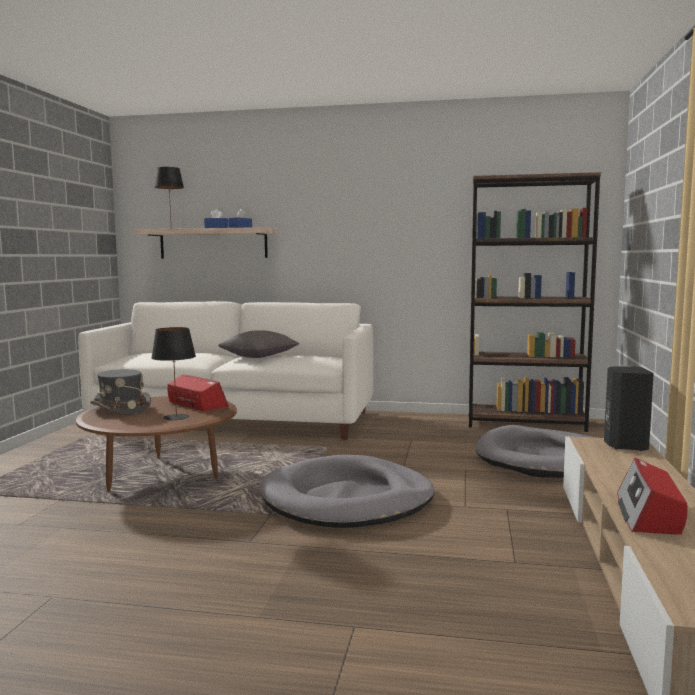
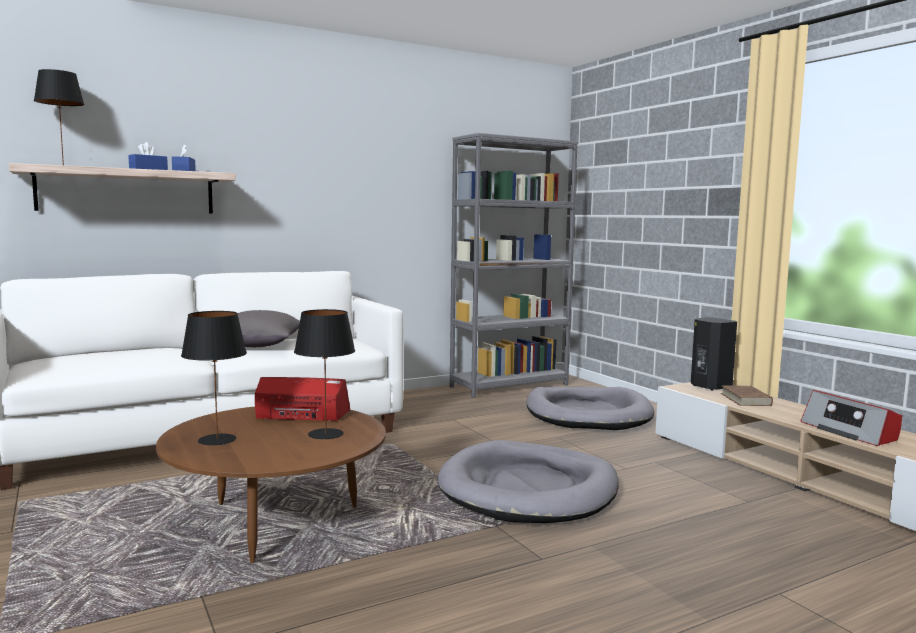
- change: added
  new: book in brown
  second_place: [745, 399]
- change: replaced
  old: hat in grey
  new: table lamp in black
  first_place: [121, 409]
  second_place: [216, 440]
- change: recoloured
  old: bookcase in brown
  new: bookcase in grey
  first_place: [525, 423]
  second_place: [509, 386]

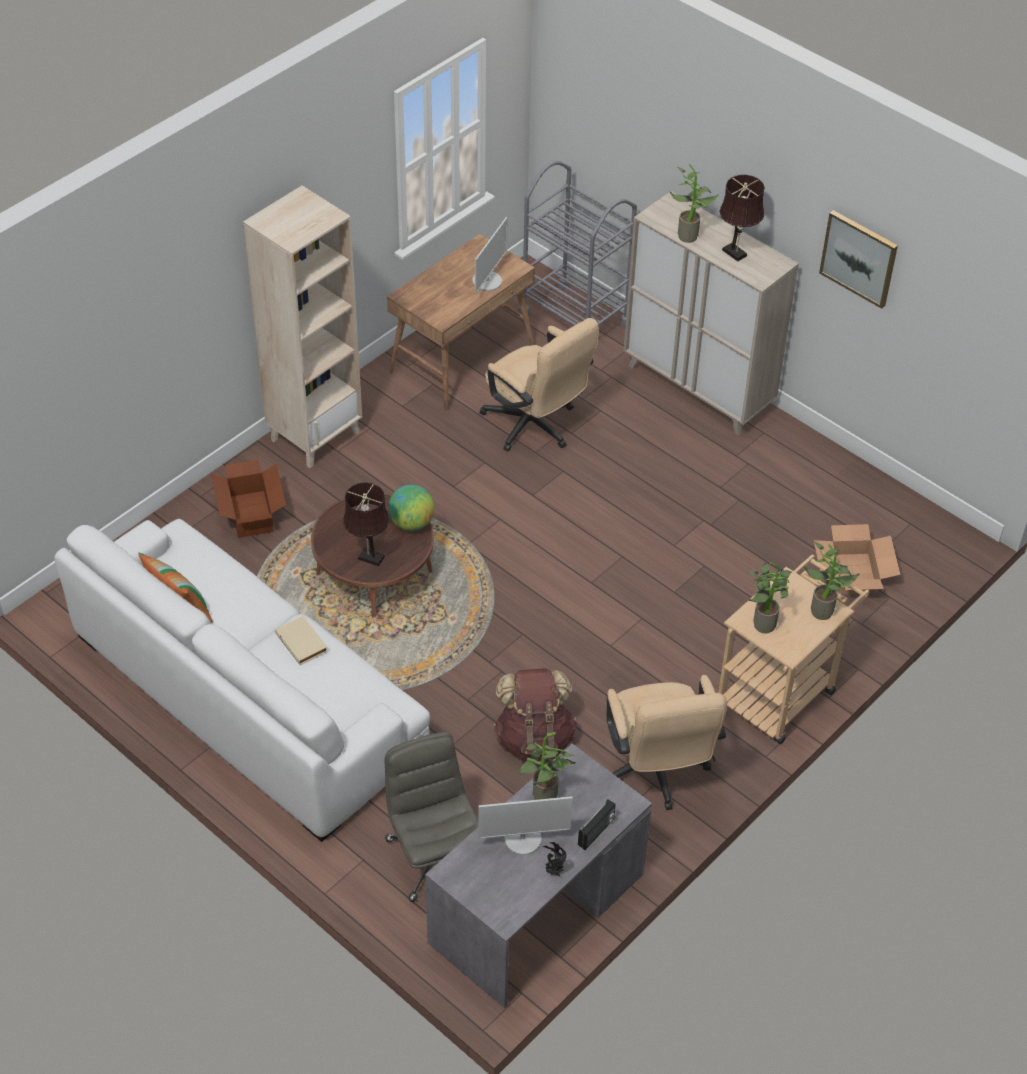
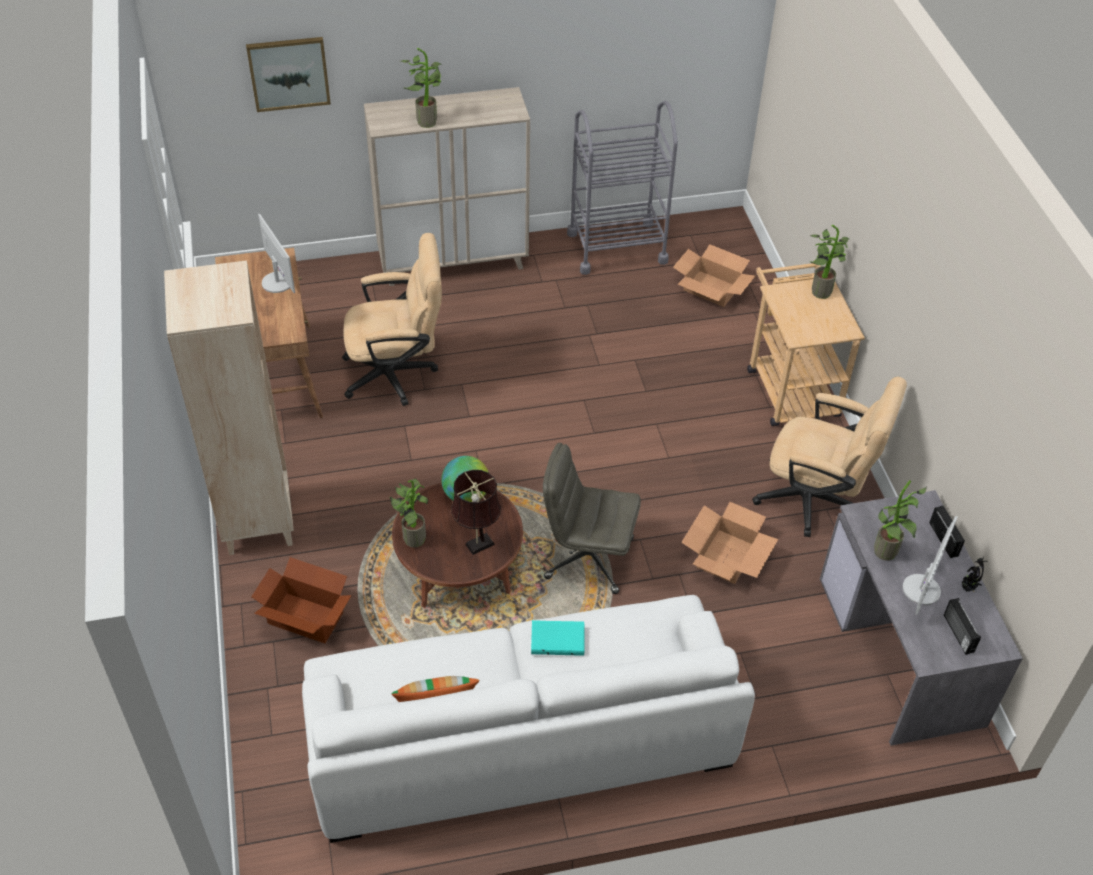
- change: removed
  old: table lamp in brown
  first_place: [736, 254]
- change: added
  new: radio
  second_place: [957, 634]
- change: moved
  old: office chair in grey
  first_place: [435, 857]
  second_place: [587, 557]
- change: moved
  old: cart in grey
  first_place: [574, 319]
  second_place: [616, 247]
- change: moved
  old: potted plant
  first_place: [764, 622]
  second_place: [411, 537]
- change: moved
  old: picture
  first_place: [859, 258]
  second_place: [289, 73]
- change: replaced
  old: backpack in brown
  new: cardboard box
  first_place: [534, 738]
  second_place: [726, 556]
- change: recoloured
  old: book in beige
  new: book in turquoise
  first_place: [302, 642]
  second_place: [558, 639]

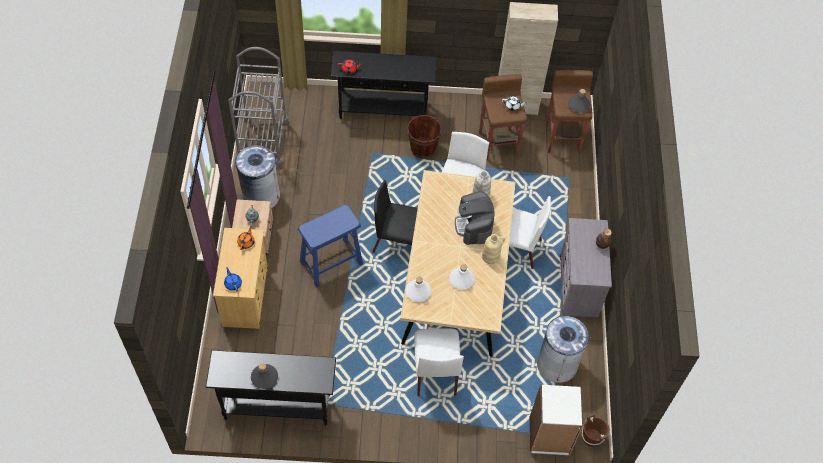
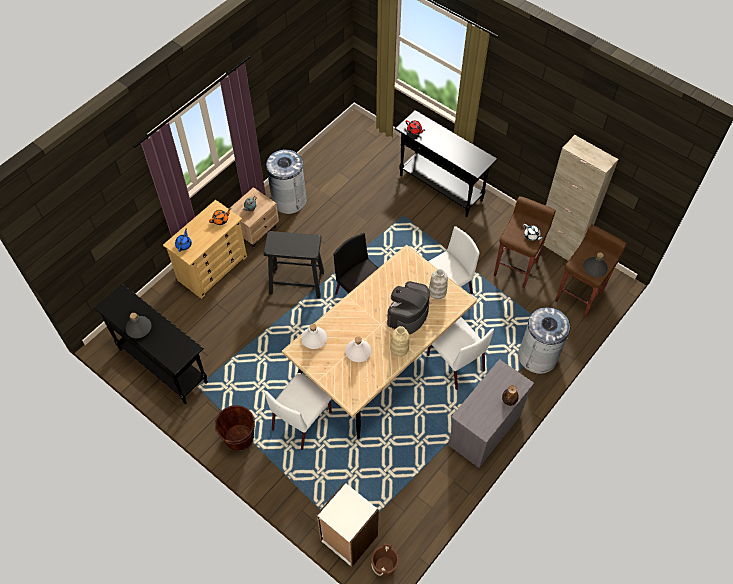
- change: removed
  old: cart in grey
  first_place: [262, 141]
- change: moved
  old: bucket in brown
  first_place: [423, 148]
  second_place: [239, 438]
- change: moved
  old: trash can in grey
  first_place: [557, 364]
  second_place: [538, 356]
- change: recoloured
  old: stool in blue
  new: stool in black
  first_place: [331, 262]
  second_place: [296, 282]

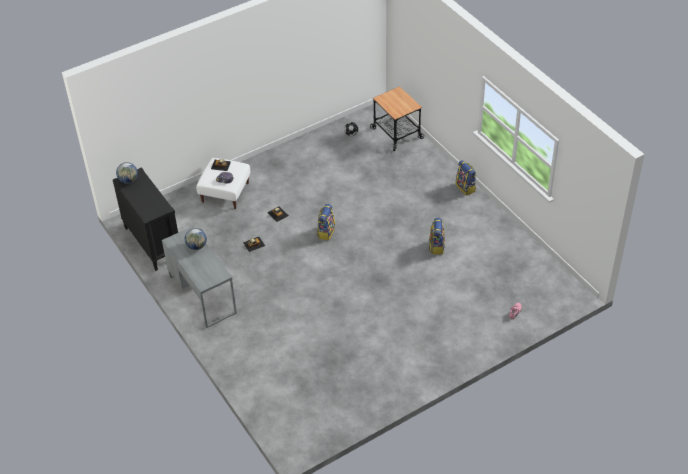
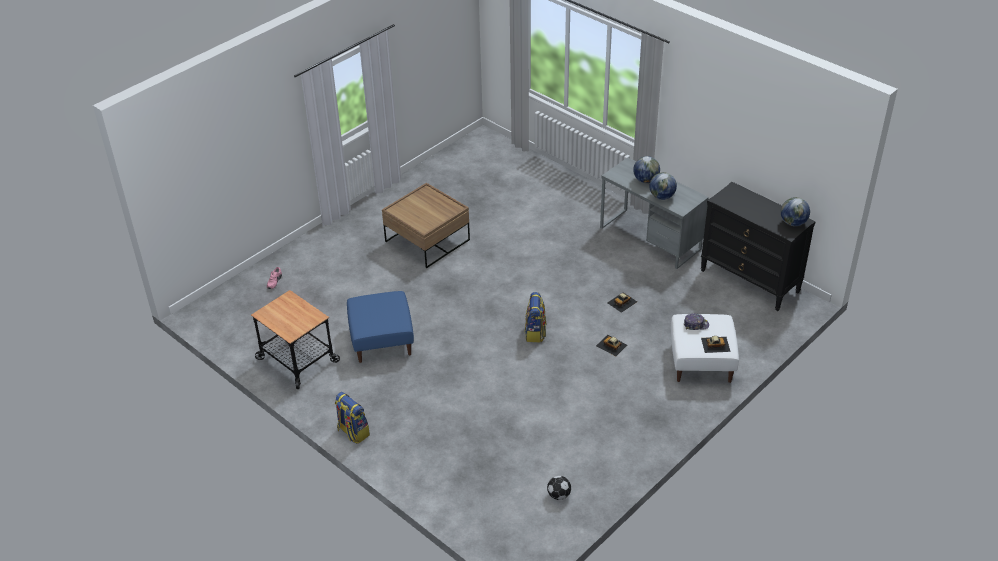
- change: added
  new: coffee table in brown
  second_place: [427, 241]
- change: added
  new: globe
  second_place: [645, 180]
- change: moved
  old: cart
  first_place: [397, 133]
  second_place: [297, 360]
- change: replaced
  old: backpack
  new: ottoman in blue
  first_place: [436, 246]
  second_place: [382, 340]

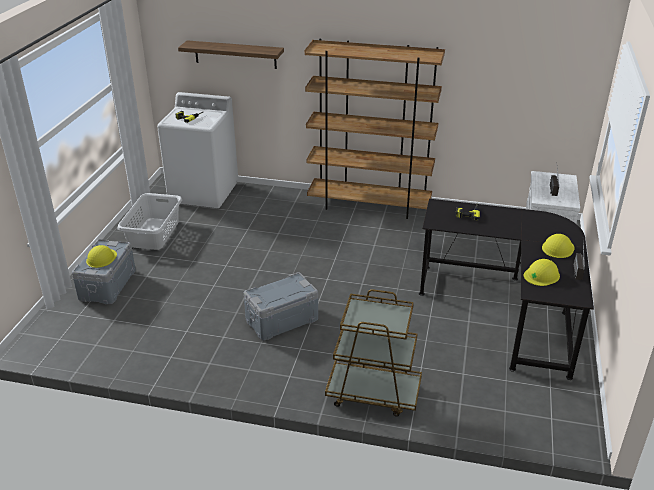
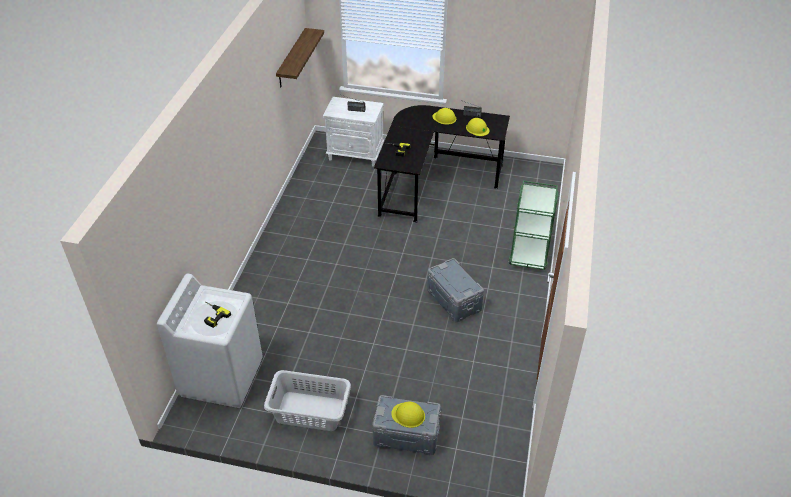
- change: removed
  old: bookcase in brown
  first_place: [369, 205]
- change: moved
  old: shelf
  first_place: [235, 54]
  second_place: [291, 58]
- change: recoloured
  old: cart in brown
  new: cart in green
  first_place: [373, 393]
  second_place: [529, 251]

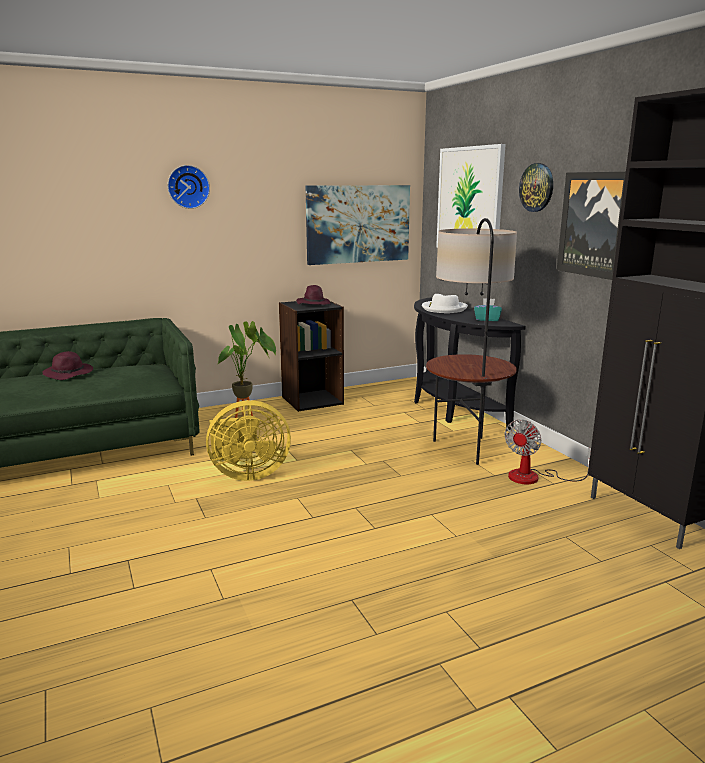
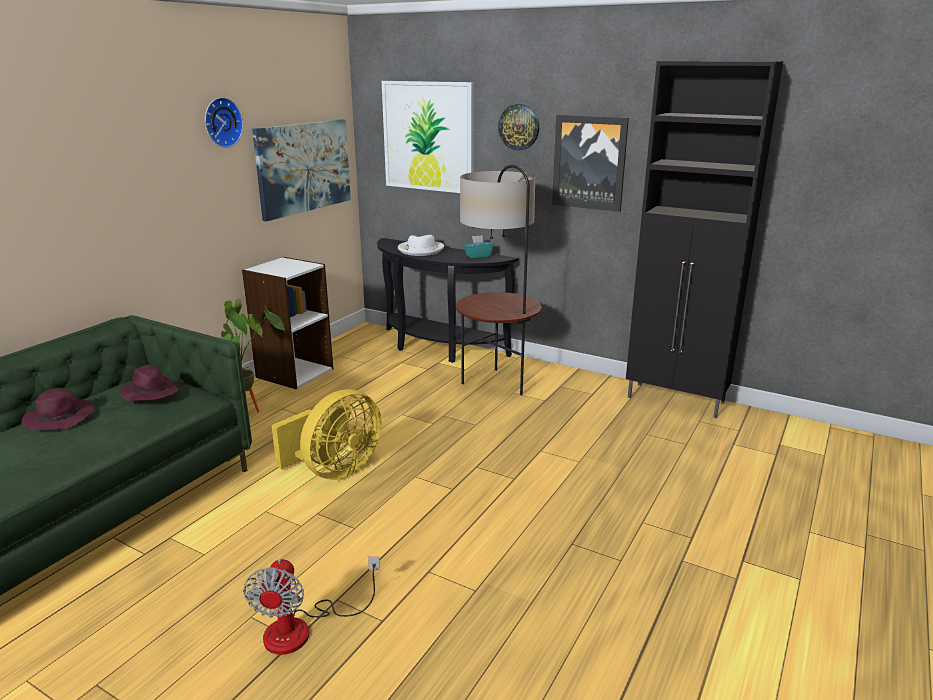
- change: moved
  old: wall clock
  first_place: [188, 187]
  second_place: [221, 122]
- change: moved
  old: hat in purple
  first_place: [313, 304]
  second_place: [150, 393]
- change: moved
  old: fan
  first_place: [534, 477]
  second_place: [303, 629]
- change: recoloured
  old: bookcase in black
  new: bookcase in white
  first_place: [312, 400]
  second_place: [294, 373]

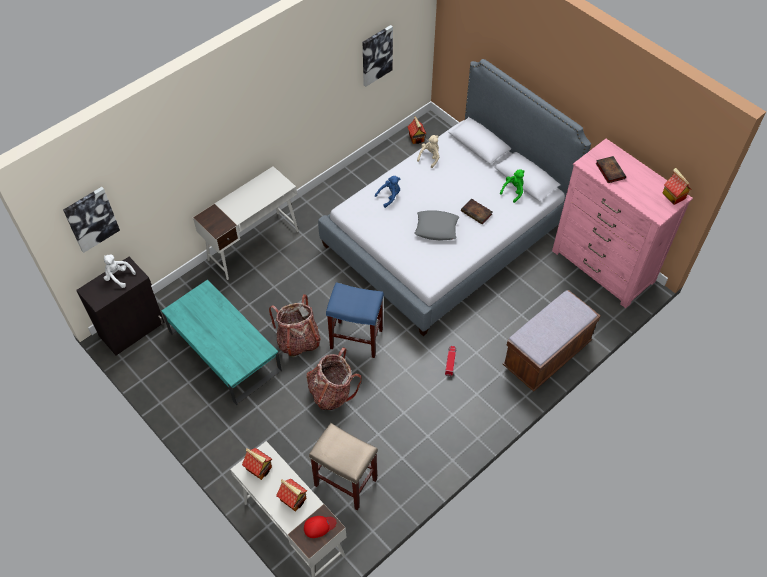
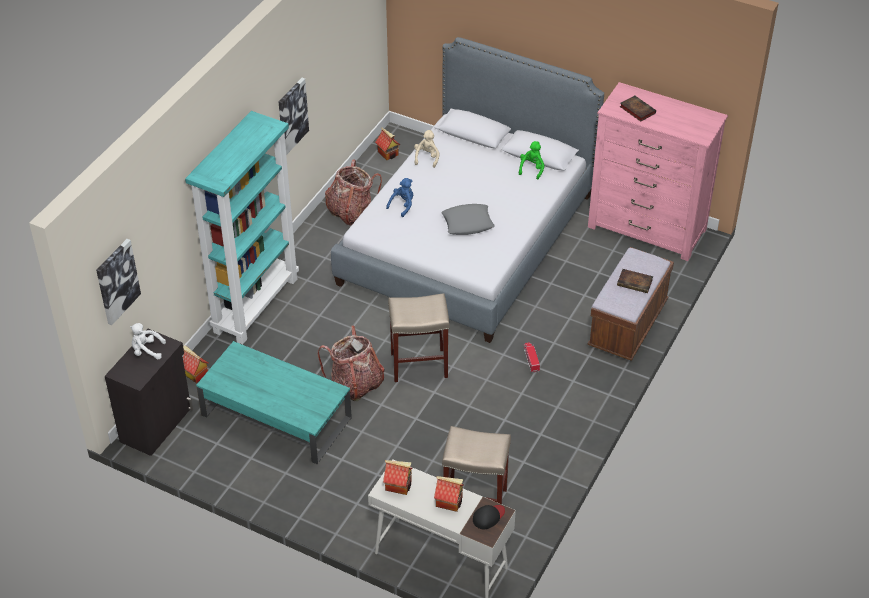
- change: moved
  old: backpack
  first_place: [332, 392]
  second_place: [351, 212]
- change: moved
  old: picture
  first_place: [376, 55]
  second_place: [292, 115]
- change: moved
  old: book
  first_place: [477, 213]
  second_place: [635, 283]
- change: moved
  old: toy house
  first_place: [673, 196]
  second_place: [194, 374]
- change: replaced
  old: desk in white
  new: bookcase in turquoise
  first_place: [254, 245]
  second_place: [255, 304]
- change: recoloured
  old: cap in red
  new: cap in black
  first_place: [319, 526]
  second_place: [488, 517]
- change: recoloured
  old: stool in blue
  new: stool in beige
  first_place: [355, 339]
  second_place: [418, 365]

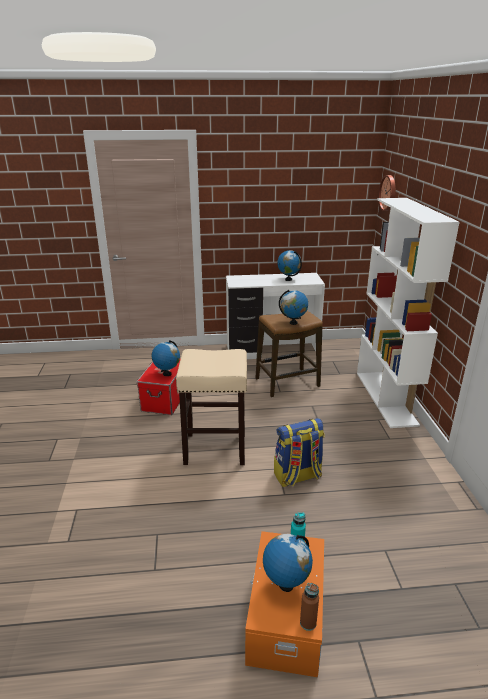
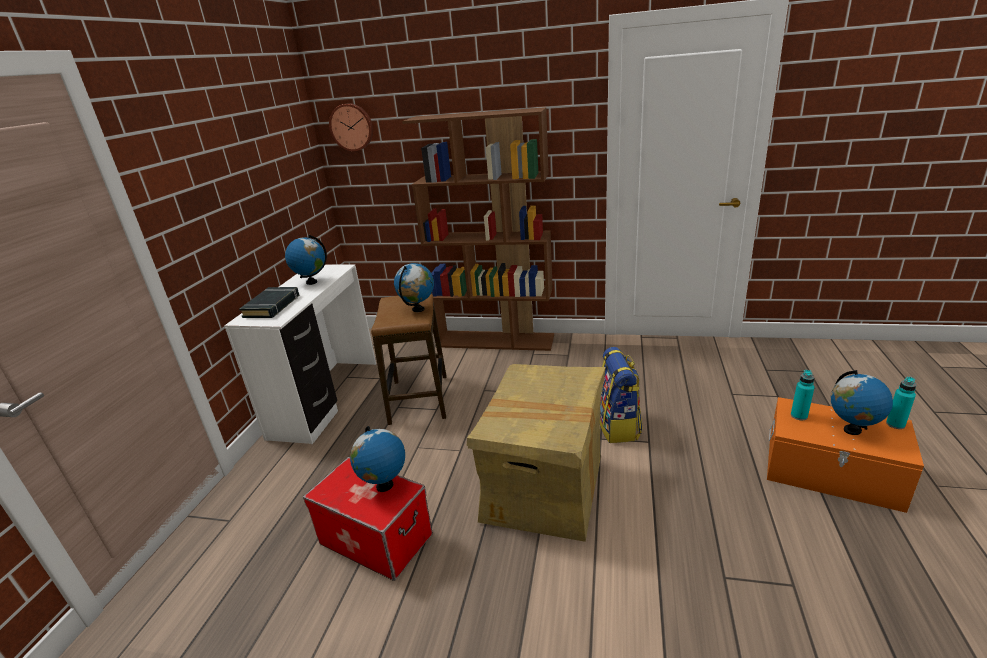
- change: added
  new: book in black
  second_place: [272, 306]
- change: replaced
  old: stool in beige
  new: cardboard box
  first_place: [216, 449]
  second_place: [544, 489]
- change: recoloured
  old: bottle in brown
  new: bottle in turquoise
  first_place: [308, 623]
  second_place: [895, 424]
- change: recoloured
  old: bookcase in white
  new: bookcase in brown
  first_place: [386, 398]
  second_place: [496, 340]

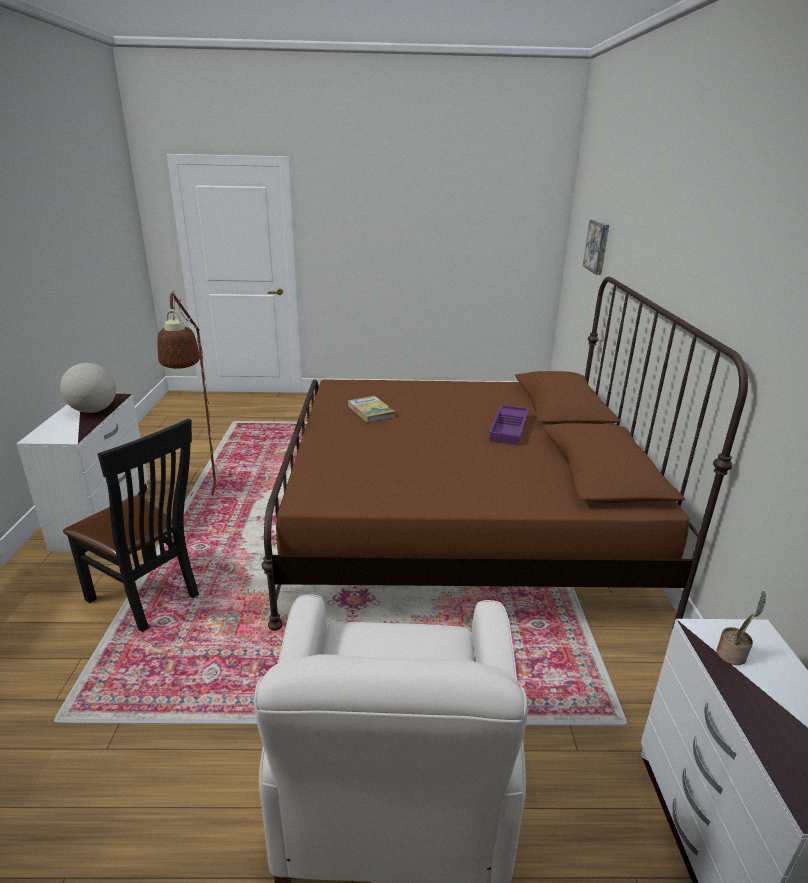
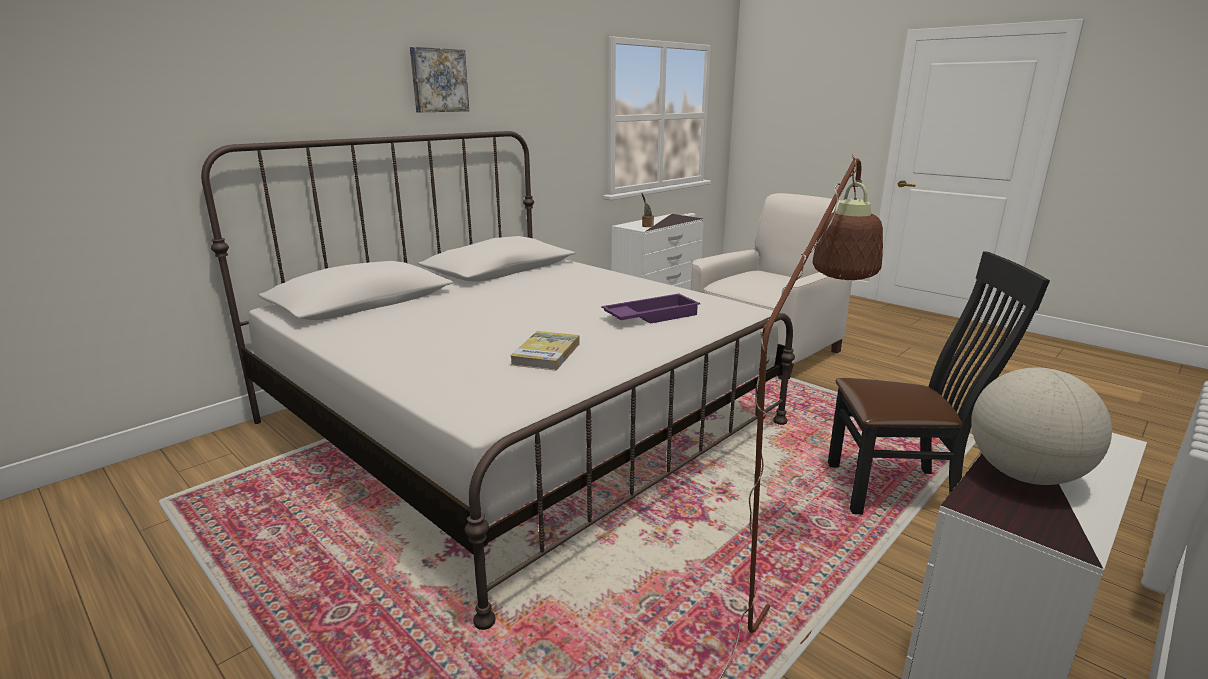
- change: moved
  old: tray in purple
  first_place: [509, 429]
  second_place: [651, 316]
- change: moved
  old: picture
  first_place: [598, 246]
  second_place: [438, 80]
- change: recoloured
  old: bed in brown
  new: bed in white
  first_place: [459, 521]
  second_place: [518, 422]
- change: turned
  old: chair in black
  first_place: [149, 599]
  second_place: [899, 490]
  degrees: 105

